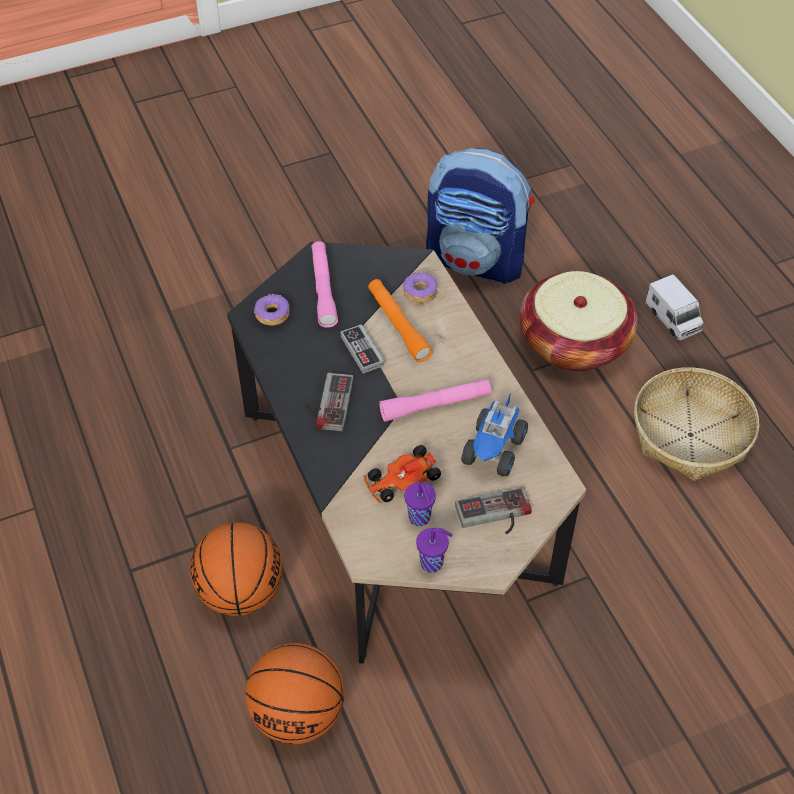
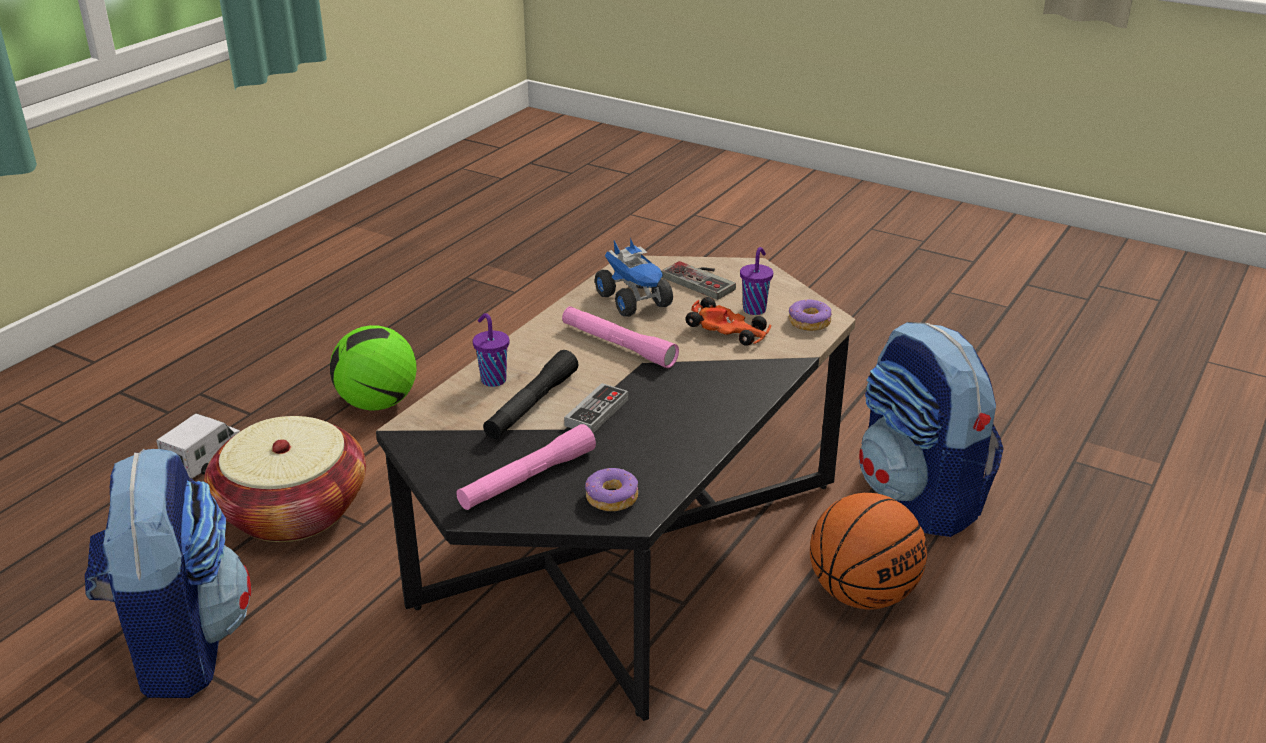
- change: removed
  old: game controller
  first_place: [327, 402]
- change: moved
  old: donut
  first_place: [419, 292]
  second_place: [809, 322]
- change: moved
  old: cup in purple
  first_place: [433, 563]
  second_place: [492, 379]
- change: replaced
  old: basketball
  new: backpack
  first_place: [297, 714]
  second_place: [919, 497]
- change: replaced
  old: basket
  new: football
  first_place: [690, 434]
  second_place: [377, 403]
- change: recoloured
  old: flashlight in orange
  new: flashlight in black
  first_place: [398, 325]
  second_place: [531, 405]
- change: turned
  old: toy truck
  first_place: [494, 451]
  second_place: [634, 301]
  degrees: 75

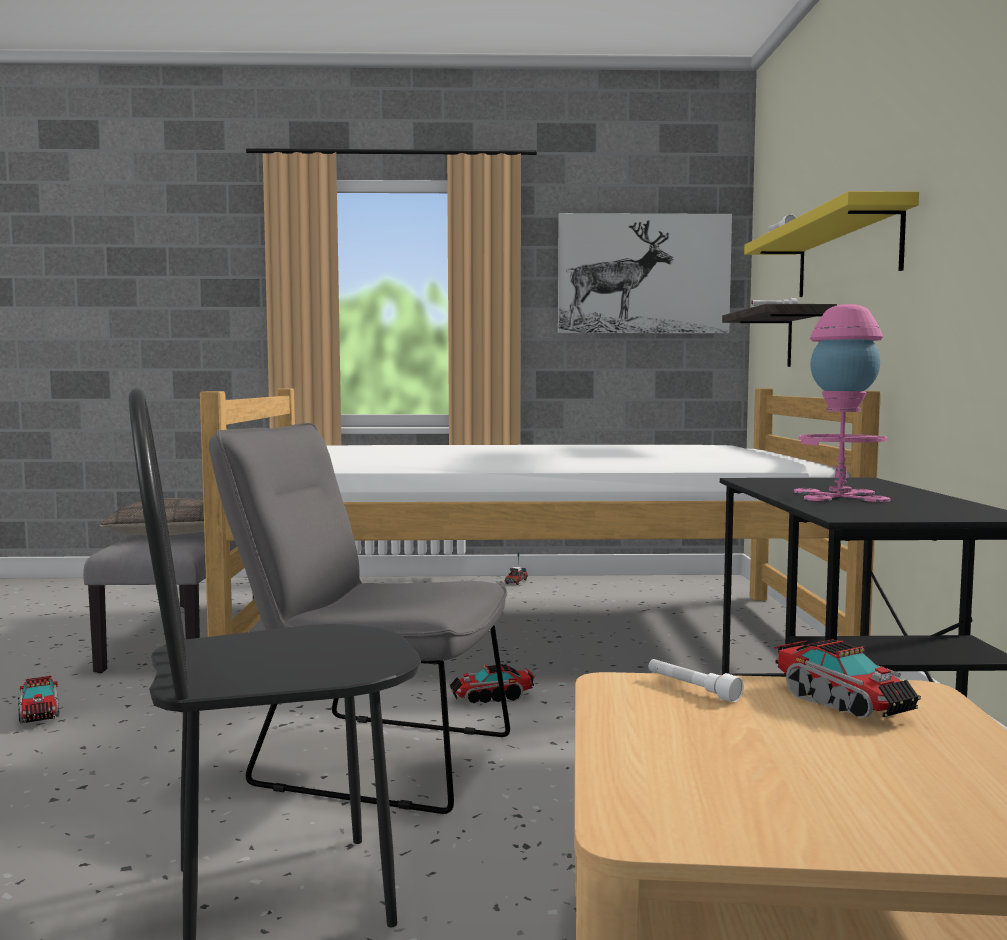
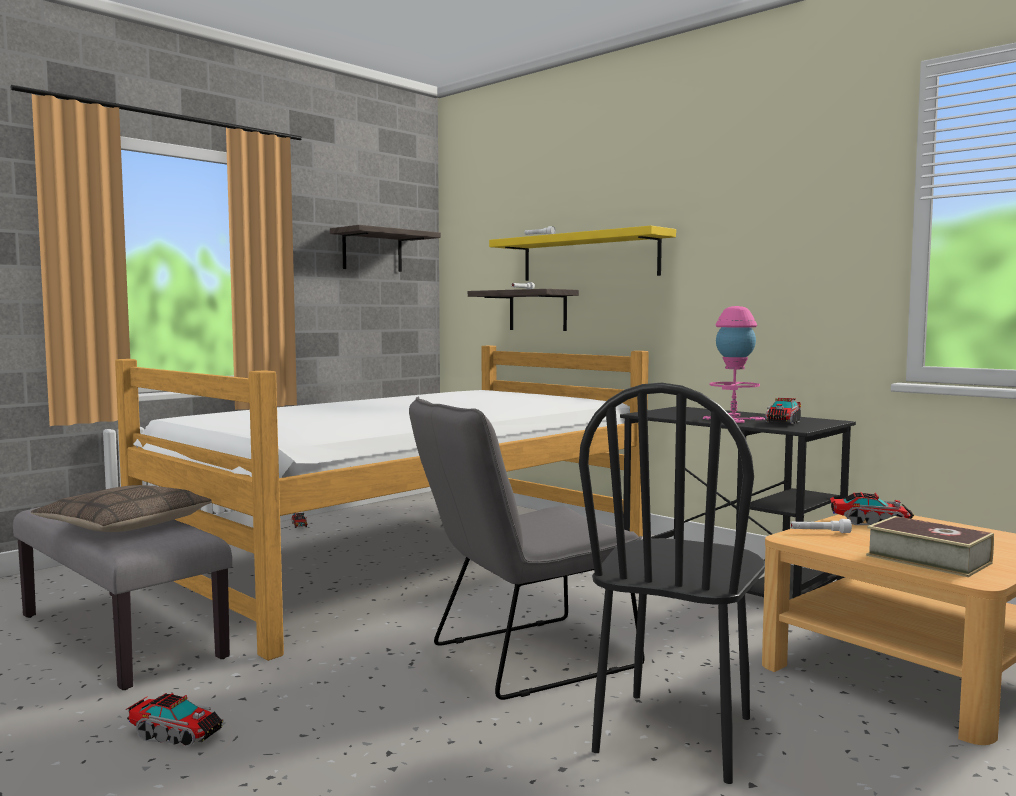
- change: added
  new: book
  second_place: [928, 559]
- change: moved
  old: toy truck
  first_place: [491, 698]
  second_place: [783, 422]
- change: replaced
  old: picture
  new: shelf
  first_place: [643, 274]
  second_place: [372, 251]

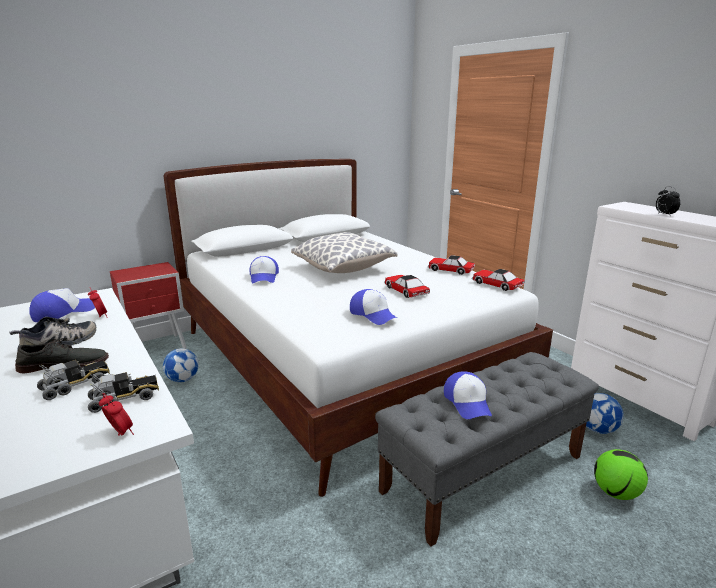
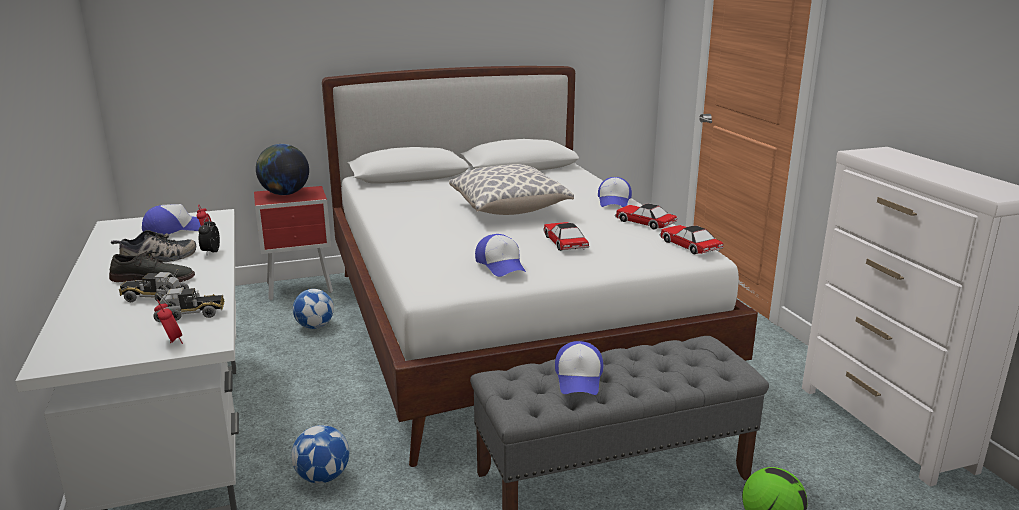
- change: added
  new: globe
  second_place: [284, 194]
- change: moved
  old: cap
  first_place: [264, 277]
  second_place: [614, 201]
- change: moved
  old: football
  first_place: [597, 429]
  second_place: [322, 477]
- change: moved
  old: alarm clock
  first_place: [664, 215]
  second_place: [211, 252]
- change: turned
  old: toy truck
  first_place: [76, 385]
  second_place: [155, 297]
  degrees: -150

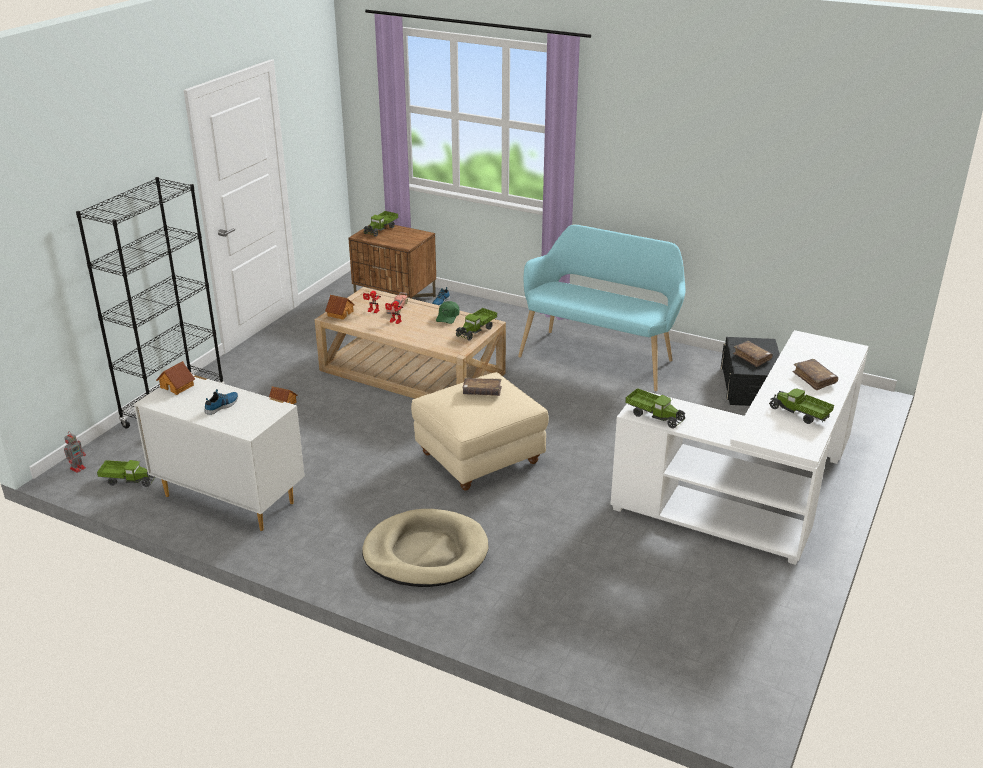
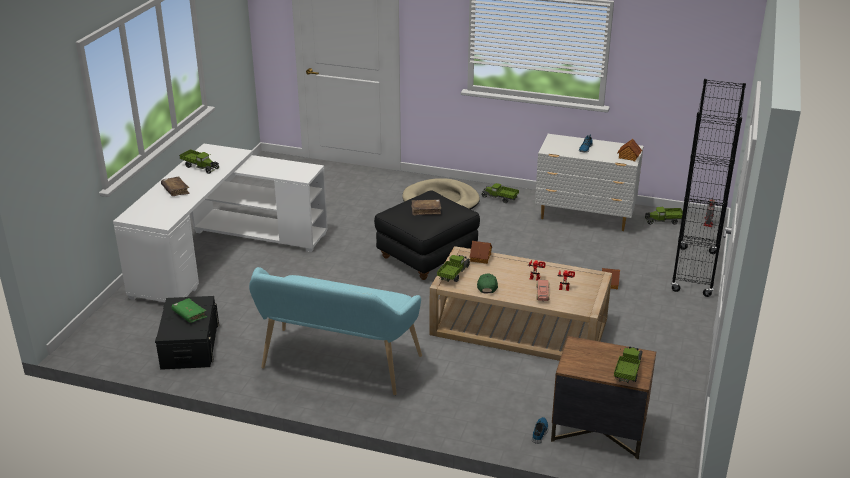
- change: moved
  old: toy house
  first_place: [340, 313]
  second_place: [481, 257]
- change: moved
  old: toy truck
  first_place: [654, 416]
  second_place: [499, 198]
- change: recoloured
  old: ottoman in beige
  new: ottoman in black
  first_place: [479, 459]
  second_place: [427, 256]
- change: recoloured
  old: book in brown
  new: book in green
  first_place: [752, 357]
  second_place: [189, 314]

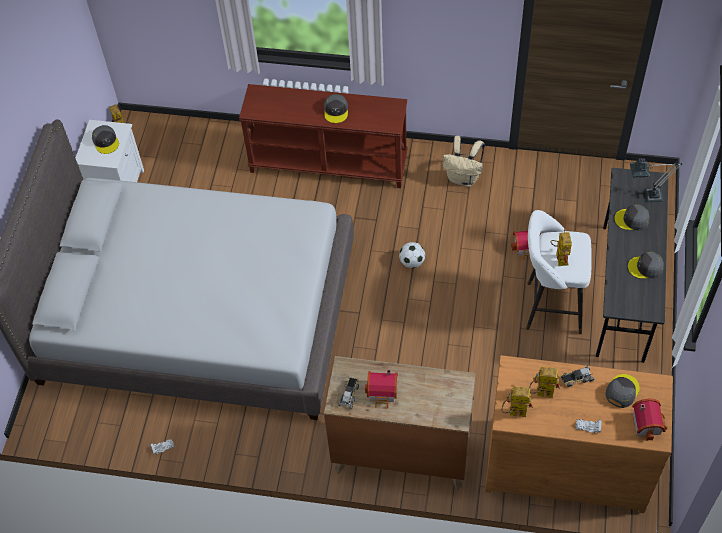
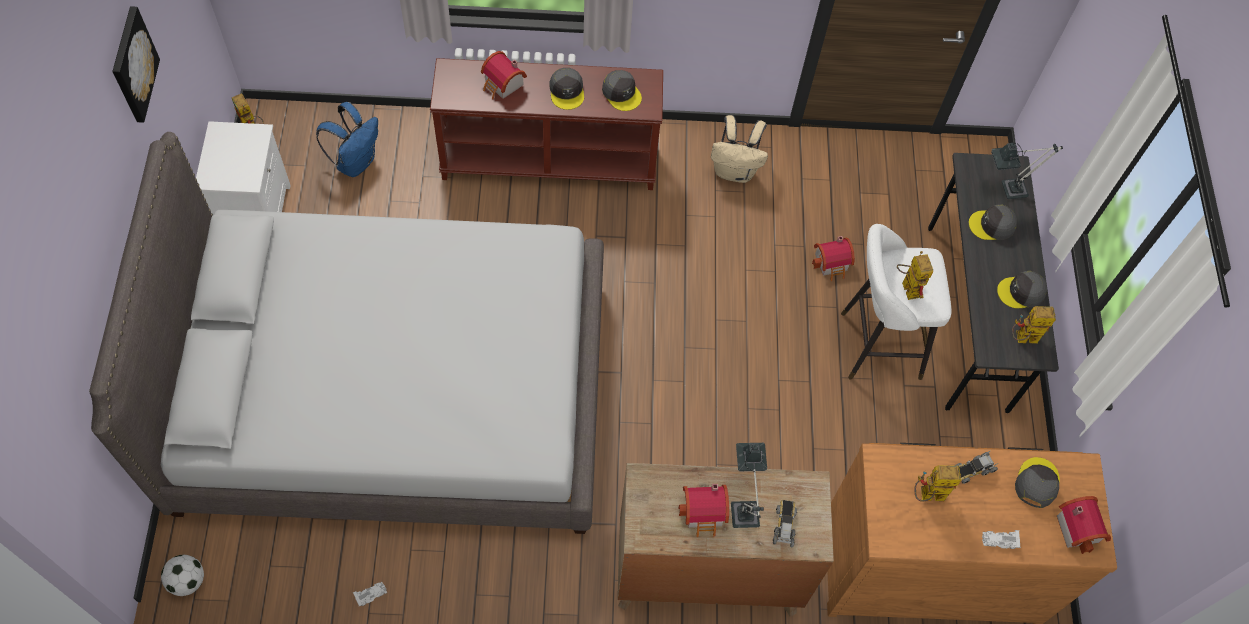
- change: added
  new: picture
  second_place: [132, 65]
- change: added
  new: backpack in blue
  second_place: [356, 162]
- change: added
  new: toy house
  second_place: [503, 85]
- change: added
  new: table lamp
  second_place: [744, 507]
- change: moved
  old: cap in grey
  first_place: [106, 141]
  second_place: [621, 93]
- change: moved
  old: toy truck
  first_place: [349, 395]
  second_place: [784, 525]
- change: moved
  old: football
  first_place: [412, 262]
  second_place: [187, 580]
- change: moved
  old: toy robot
  first_place: [513, 412]
  second_place: [1022, 339]

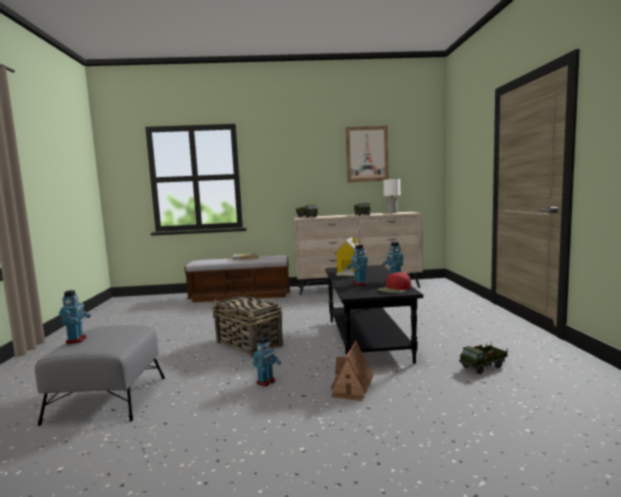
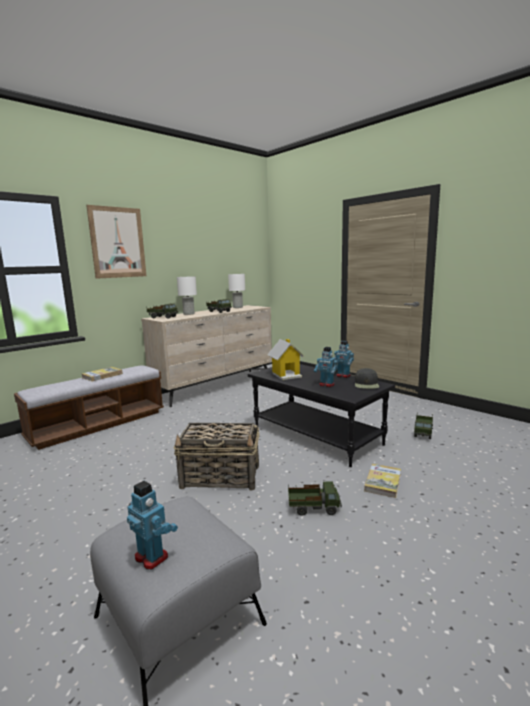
- change: added
  new: table lamp in white
  second_place: [188, 314]
- change: moved
  old: picture
  first_place: [367, 154]
  second_place: [118, 242]
- change: replaced
  old: toy robot
  new: toy truck
  first_place: [266, 382]
  second_place: [313, 508]
- change: replaced
  old: toy house
  new: book
  first_place: [352, 387]
  second_place: [383, 482]
- change: recoloured
  old: cap in red
  new: cap in black
  first_place: [395, 289]
  second_place: [366, 384]

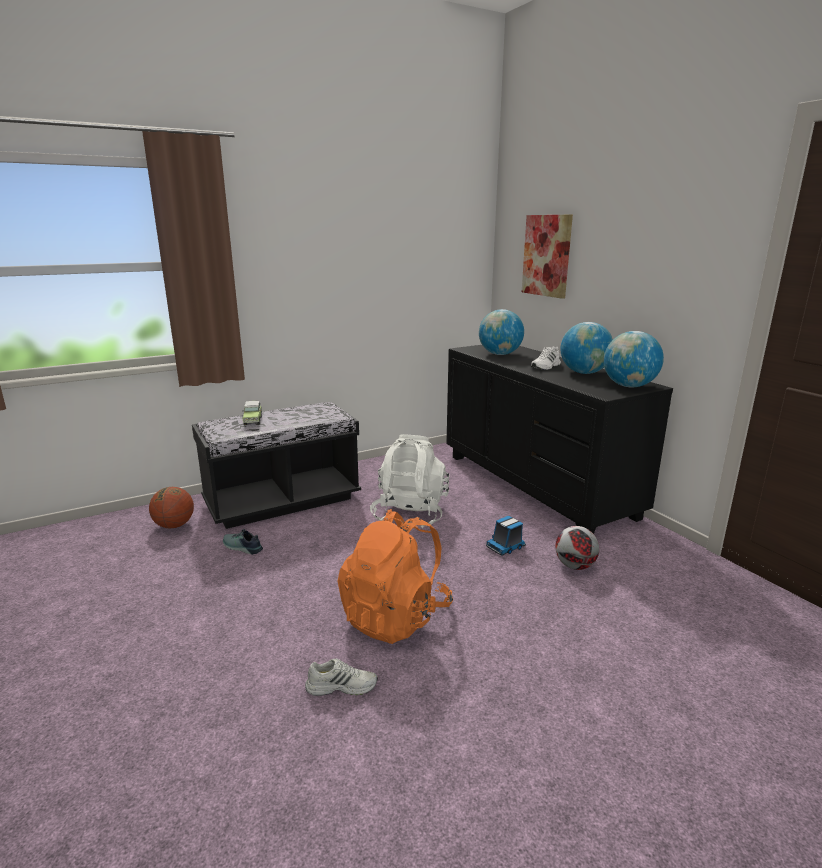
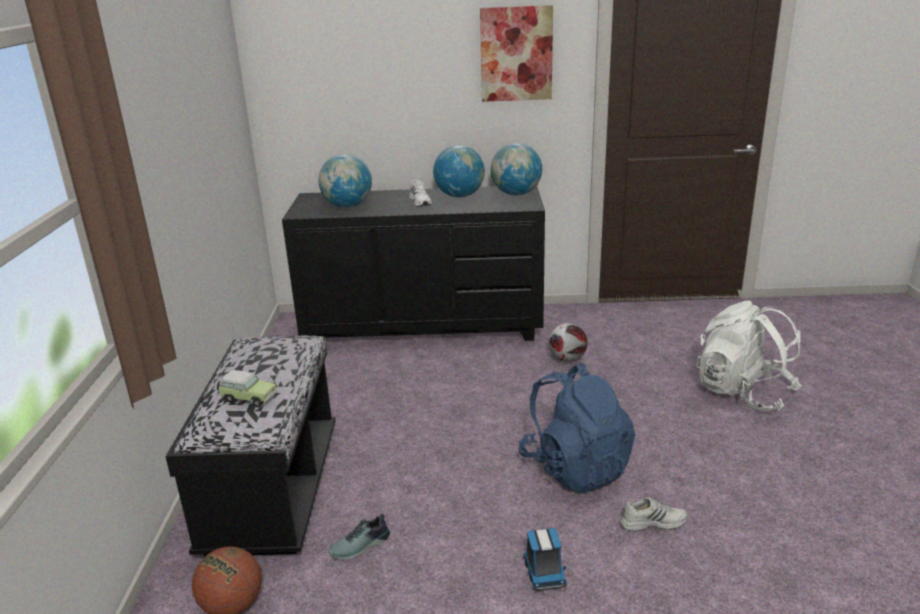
- change: moved
  old: backpack in white
  first_place: [410, 513]
  second_place: [743, 392]
- change: moved
  old: toy truck
  first_place: [506, 547]
  second_place: [544, 571]
- change: moved
  old: picture
  first_place: [547, 255]
  second_place: [516, 54]
- change: recoloured
  old: backpack in orange
  new: backpack in blue
  first_place: [395, 616]
  second_place: [575, 467]
- change: turned
  old: shoe in white
  first_place: [342, 686]
  second_place: [652, 522]
  degrees: 60

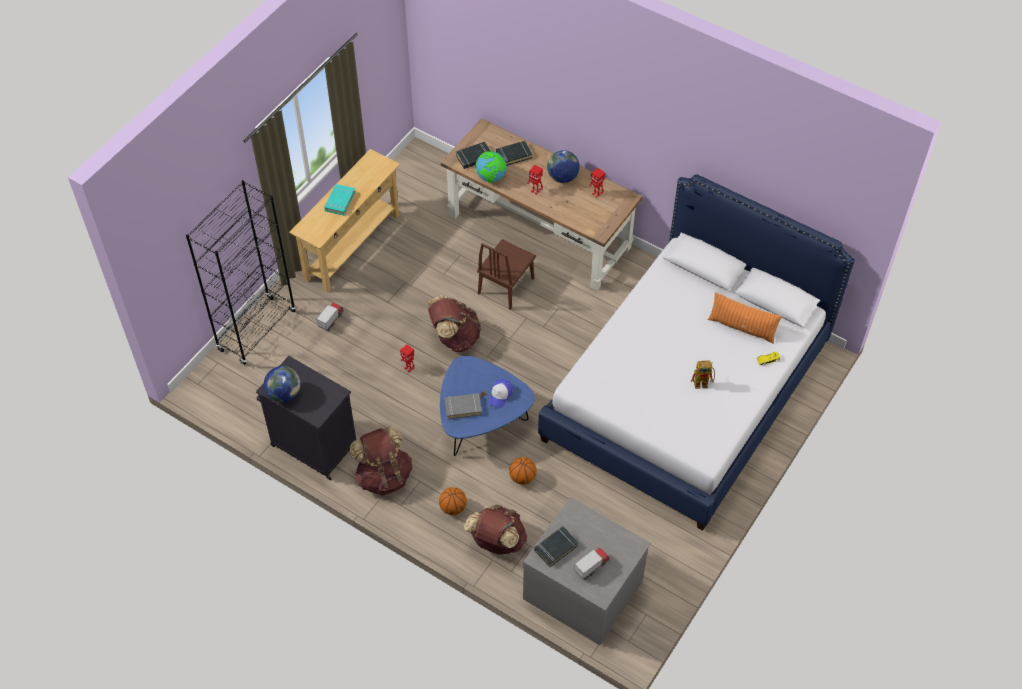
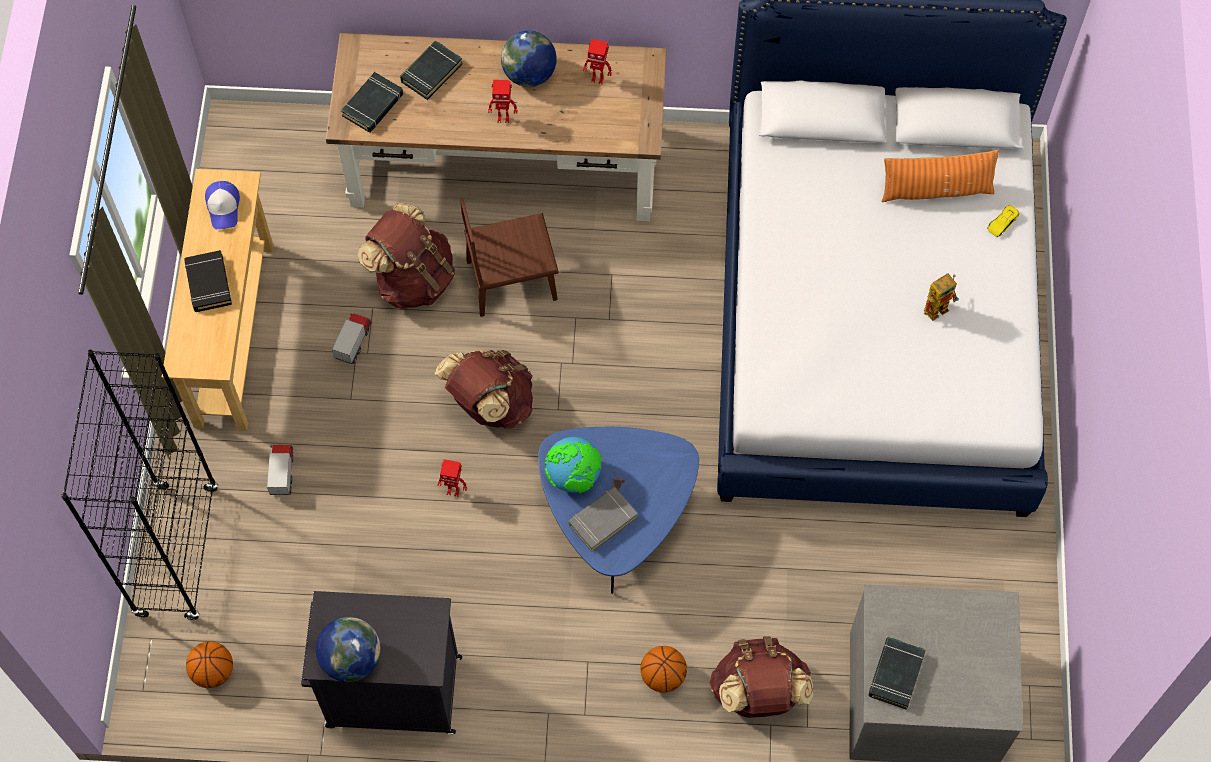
- change: moved
  old: backpack in brown
  first_place: [384, 476]
  second_place: [413, 279]
- change: moved
  old: globe
  first_place: [491, 178]
  second_place: [574, 476]
- change: moved
  old: cap
  first_place: [500, 395]
  second_place: [224, 207]
- change: moved
  old: basketball
  first_place: [522, 478]
  second_place: [213, 671]
- change: moved
  old: toy truck
  first_place: [591, 567]
  second_place: [353, 343]
- change: recoloured
  old: book in turquoise
  new: book in black
  first_place: [339, 201]
  second_place: [208, 284]
- change: turned
  old: chair in brown
  first_place: [506, 286]
  second_place: [512, 280]
  degrees: 75

